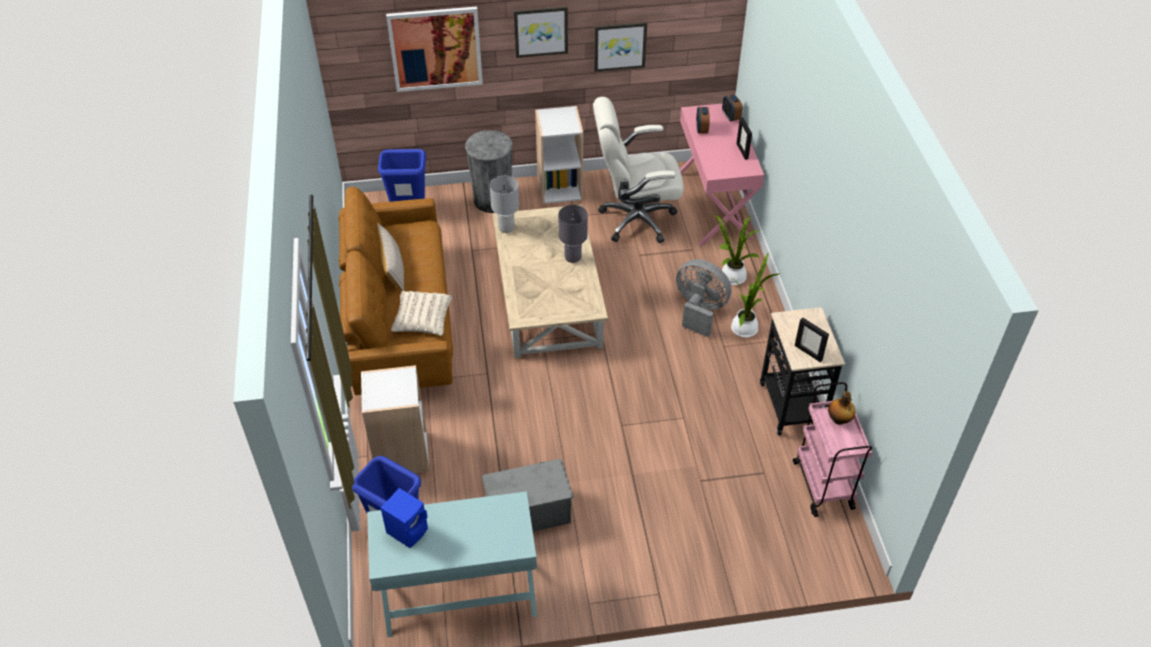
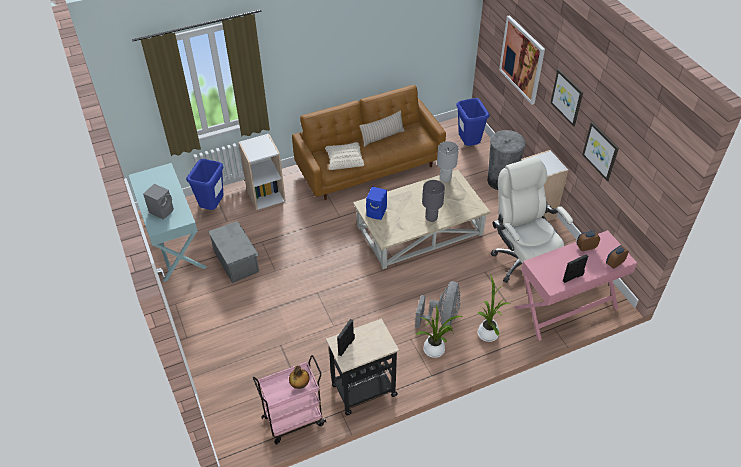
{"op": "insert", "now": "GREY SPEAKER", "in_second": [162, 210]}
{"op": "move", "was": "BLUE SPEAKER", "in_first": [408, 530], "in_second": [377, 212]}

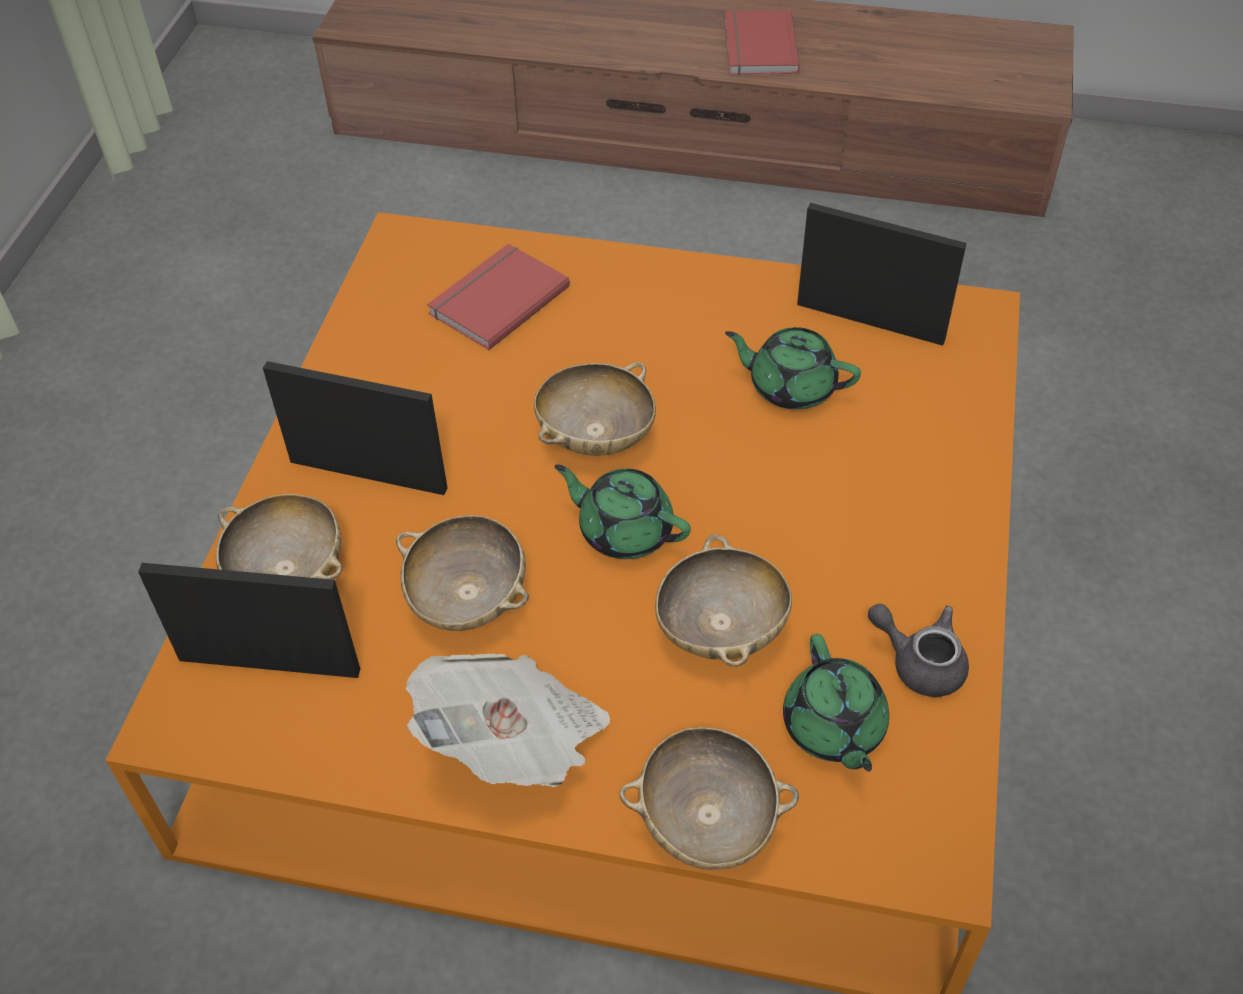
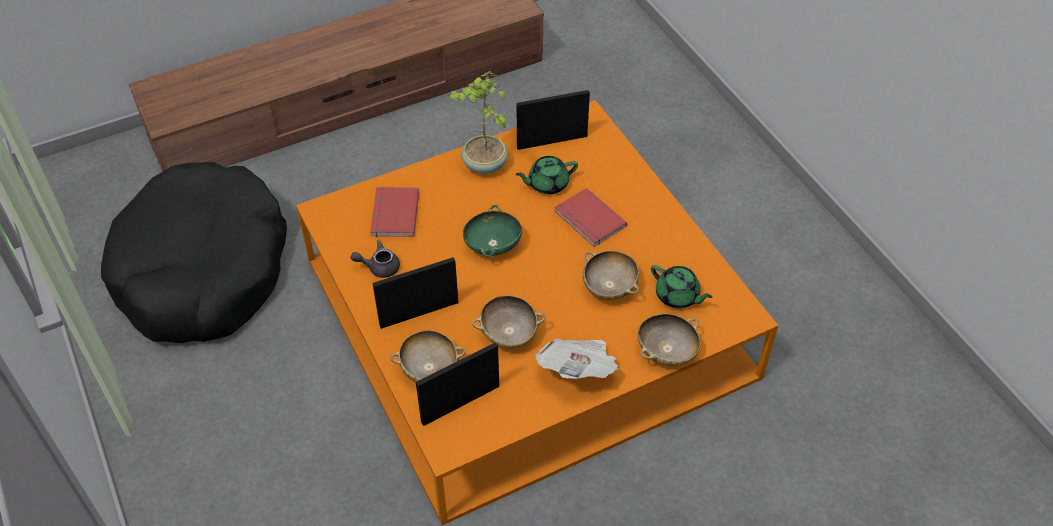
{"op": "delete", "was": "GREEN TEAPOT", "in_first": [624, 530]}
{"op": "insert", "now": "BLACK DOG BED", "in_second": [203, 270]}
{"op": "insert", "now": "POTTED PLANT", "in_second": [484, 165]}
{"op": "move", "was": "RED BOOK", "in_first": [757, 47], "in_second": [589, 220]}
{"op": "move", "was": "GREY TEAPOT", "in_first": [919, 662], "in_second": [379, 267]}
{"op": "recolor", "was": "BEIGE BOWL", "now": "GREEN BOWL", "in_first": [595, 435], "in_second": [492, 245]}

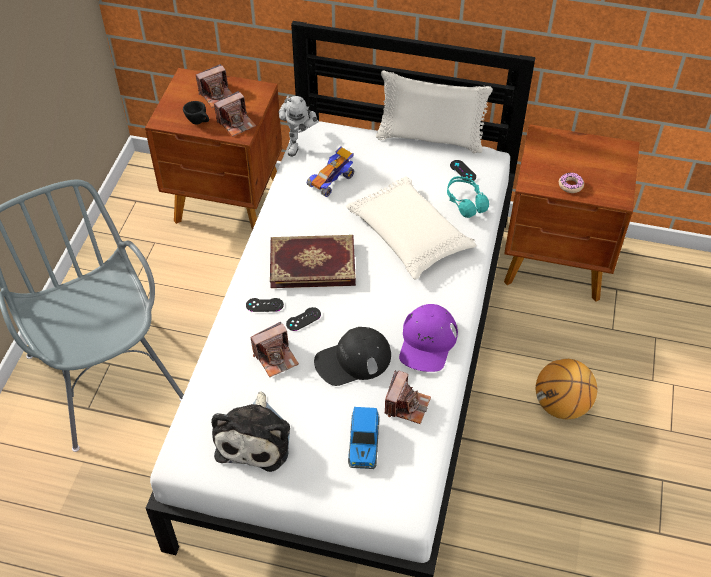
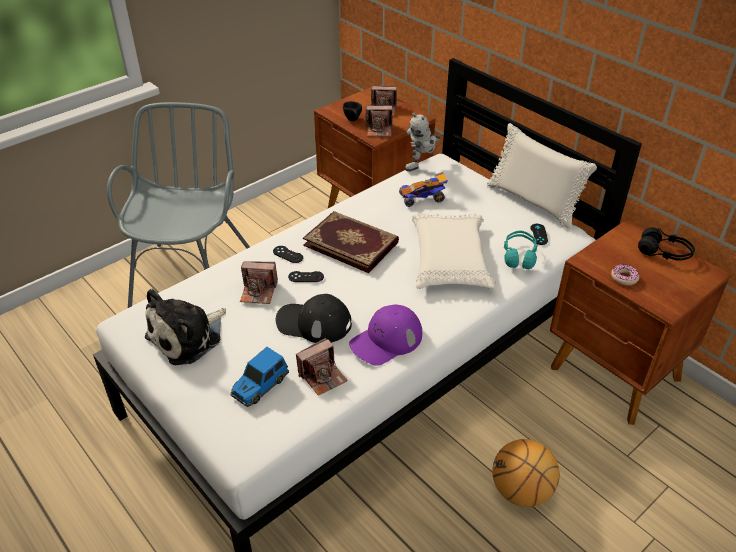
{"op": "insert", "now": "BLACK HEADPHONES", "in_second": [664, 253]}

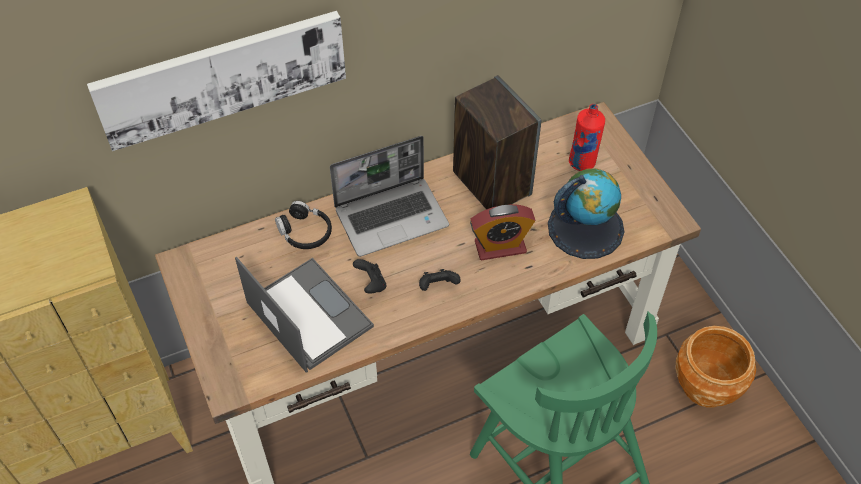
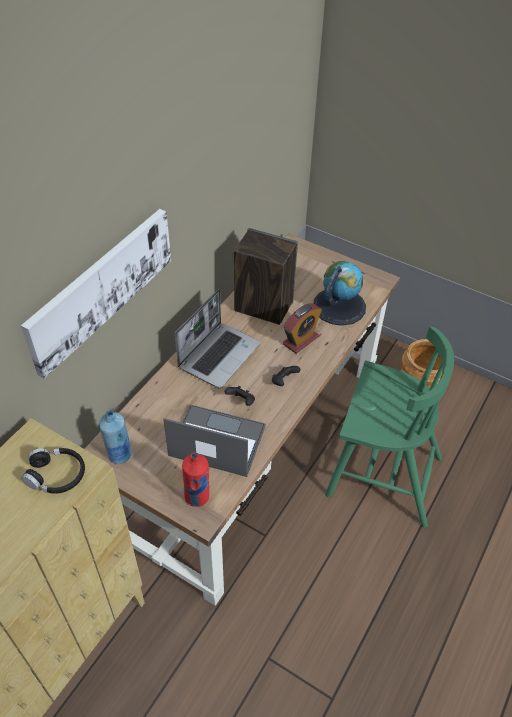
{"op": "insert", "now": "BLUE BOTTLE", "in_second": [119, 455]}
{"op": "move", "was": "BLACK HEADPHONES", "in_first": [305, 232], "in_second": [56, 475]}
{"op": "move", "was": "RED BOTTLE", "in_first": [582, 162], "in_second": [197, 497]}

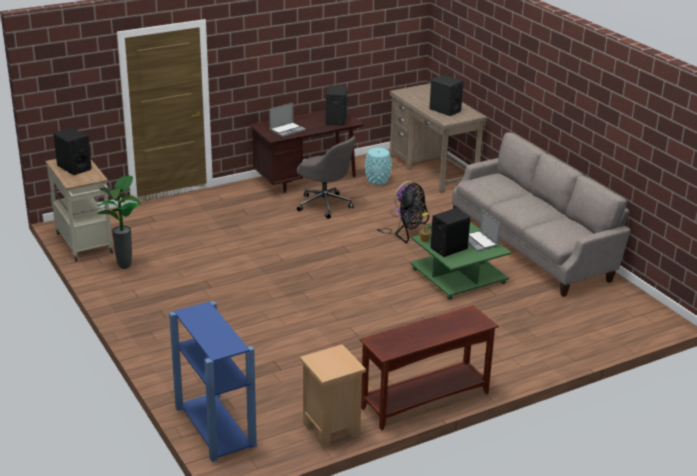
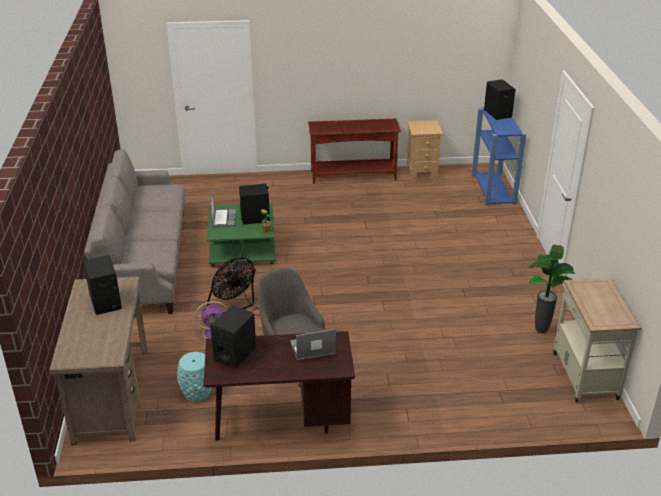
{"op": "move", "was": "BLACK SPEAKER", "in_first": [74, 167], "in_second": [497, 114]}

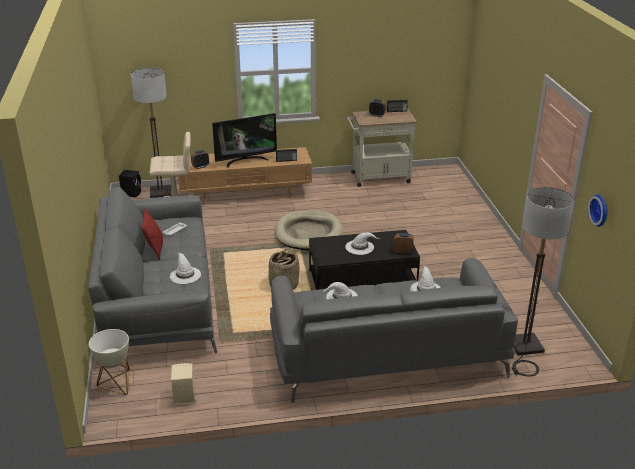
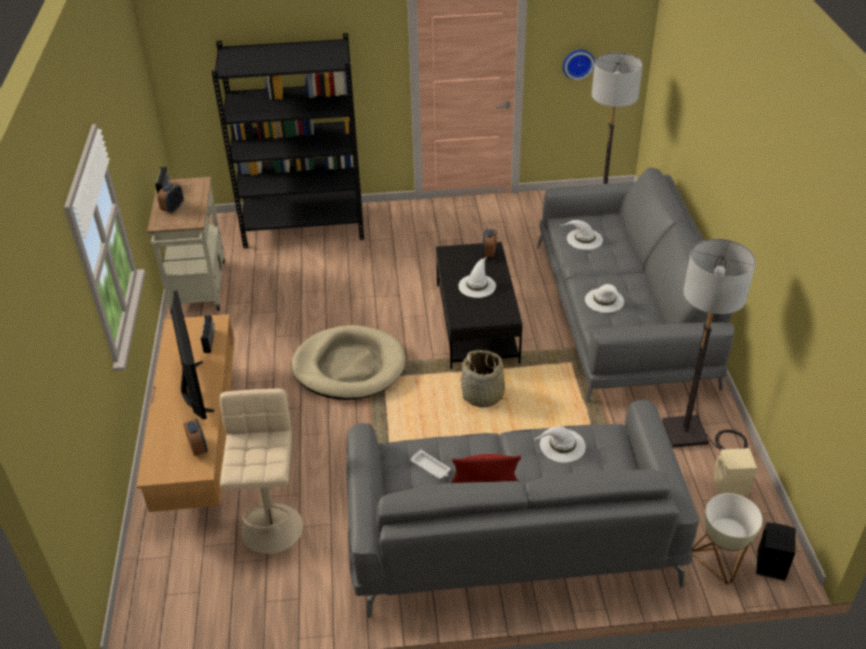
{"op": "insert", "now": "BLACK BOOKCASE", "in_second": [304, 225]}
{"op": "move", "was": "BLACK SPEAKER", "in_first": [132, 193], "in_second": [769, 564]}
{"op": "move", "was": "FLOOR LAMP", "in_first": [157, 196], "in_second": [698, 436]}

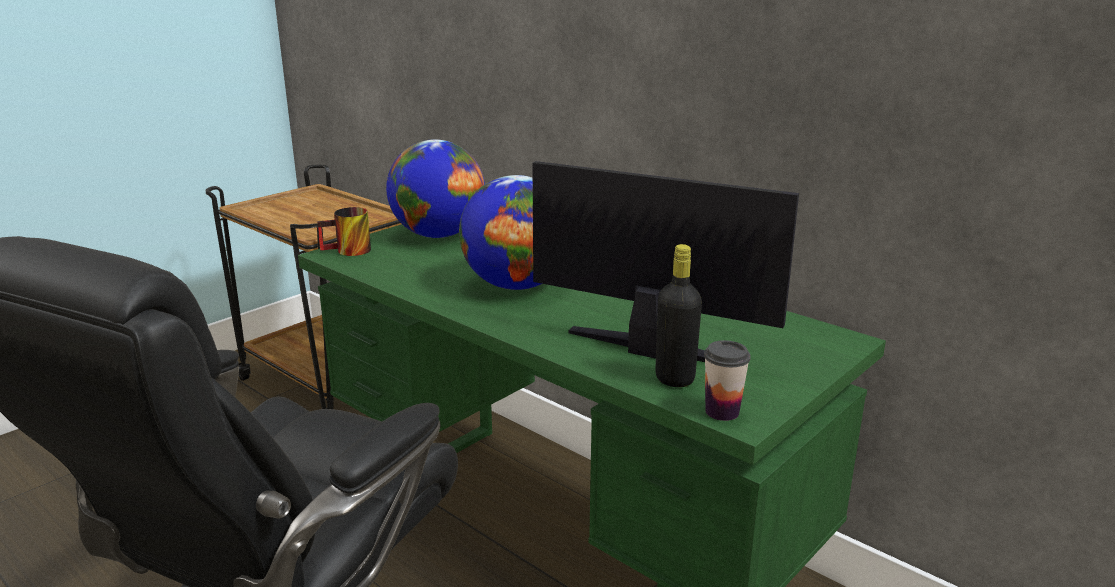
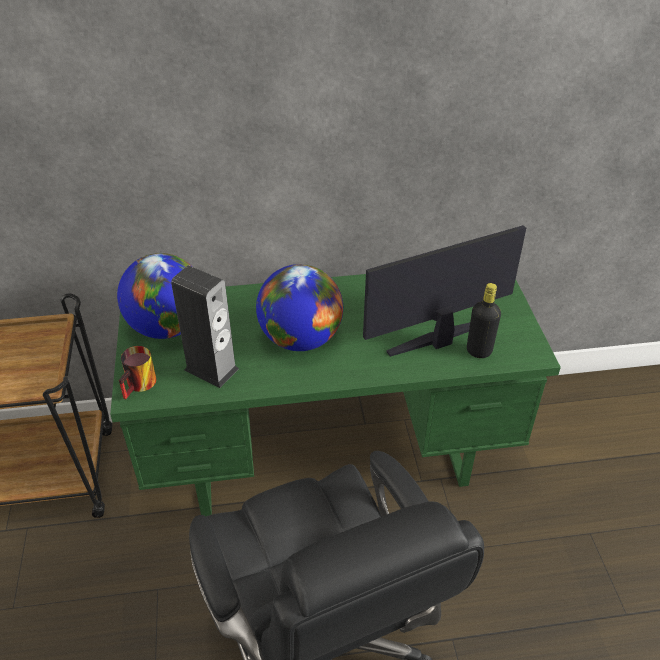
{"op": "delete", "was": "CUP", "in_first": [722, 412]}
{"op": "insert", "now": "SPEAKER", "in_second": [211, 369]}

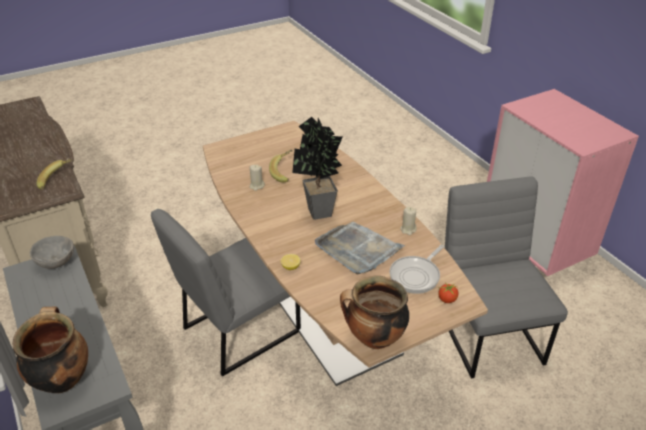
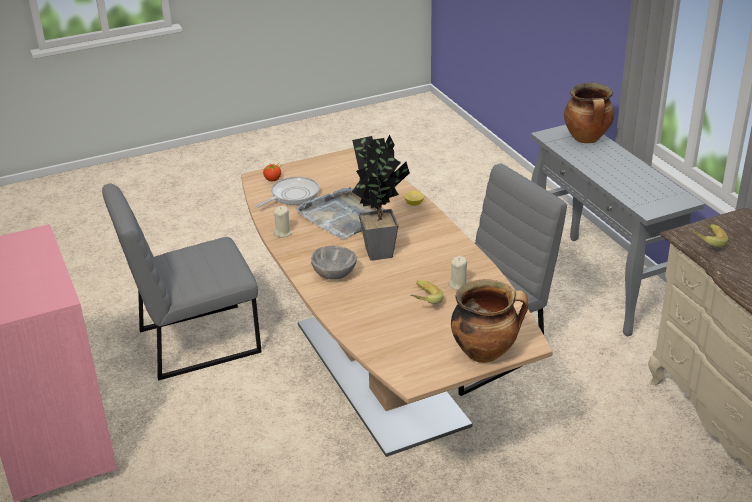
{"op": "move", "was": "GREY BOWL", "in_first": [57, 262], "in_second": [333, 275]}
{"op": "move", "was": "COOKING POT", "in_first": [374, 339], "in_second": [485, 352]}
{"op": "rotate", "was": "GREY CHAIR", "in_first": [488, 332], "in_second": [195, 341], "clockwise": 75}

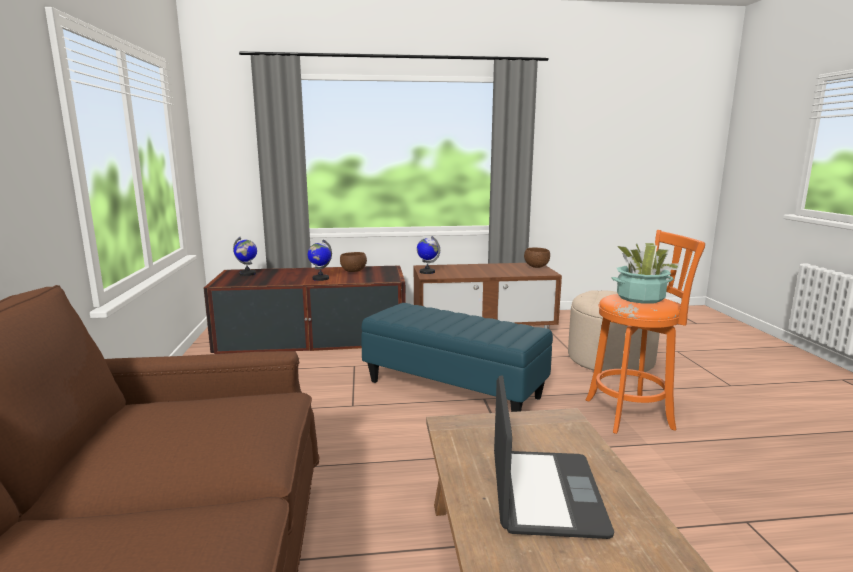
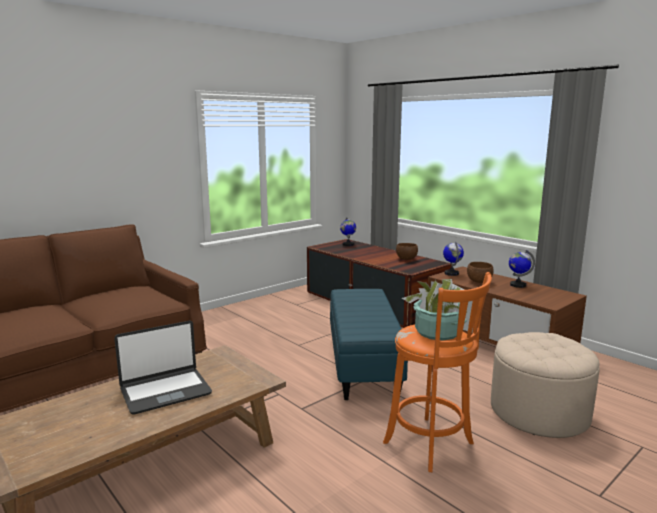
{"op": "move", "was": "GLOBE", "in_first": [320, 278], "in_second": [517, 285]}
{"op": "move", "was": "BROWN BOWL", "in_first": [536, 267], "in_second": [478, 281]}

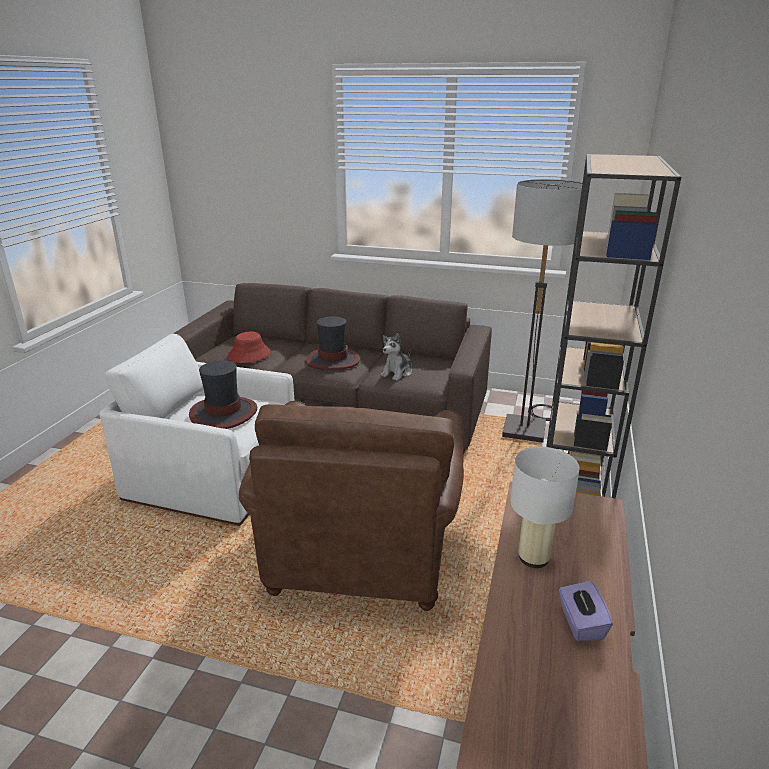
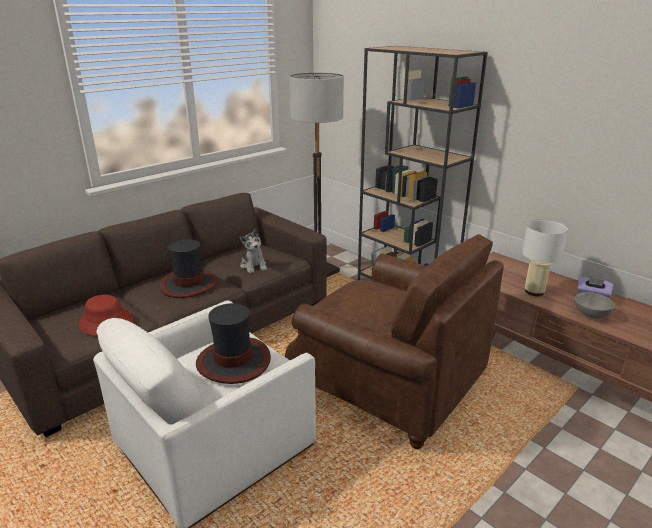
{"op": "insert", "now": "GREY BOWL", "in_second": [590, 315]}

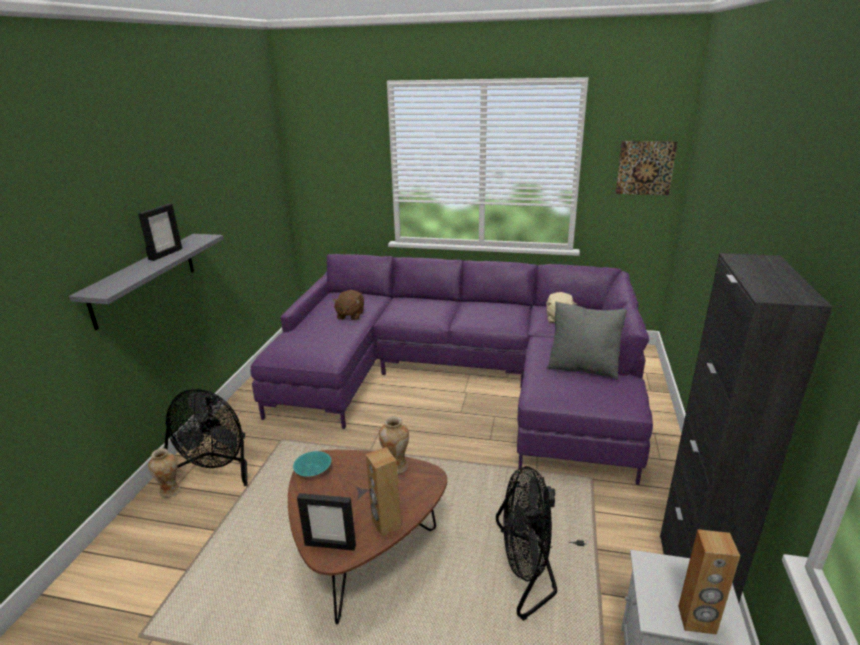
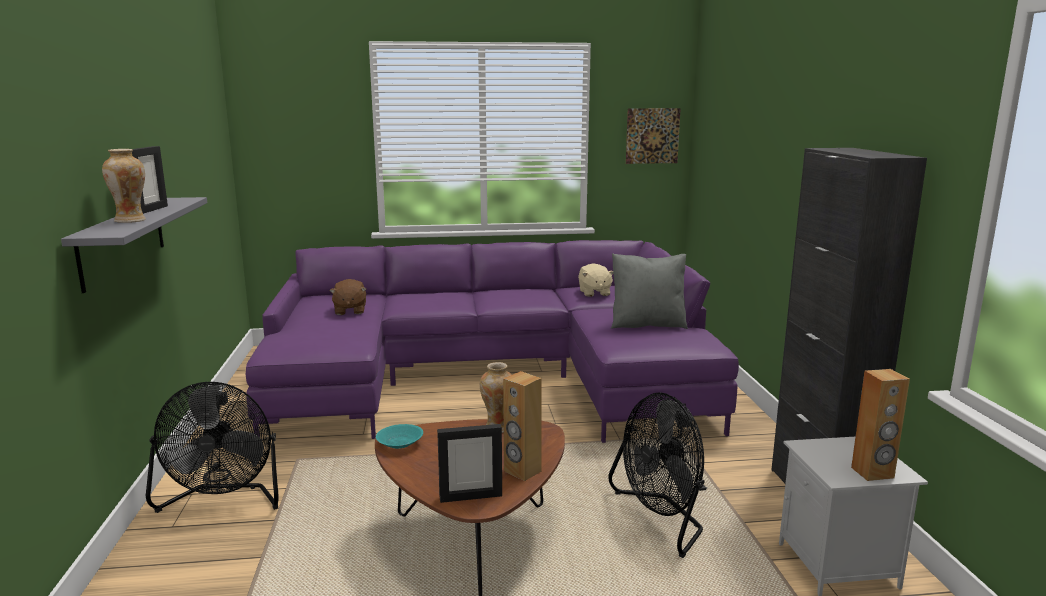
{"op": "move", "was": "VASE", "in_first": [170, 491], "in_second": [130, 220]}

